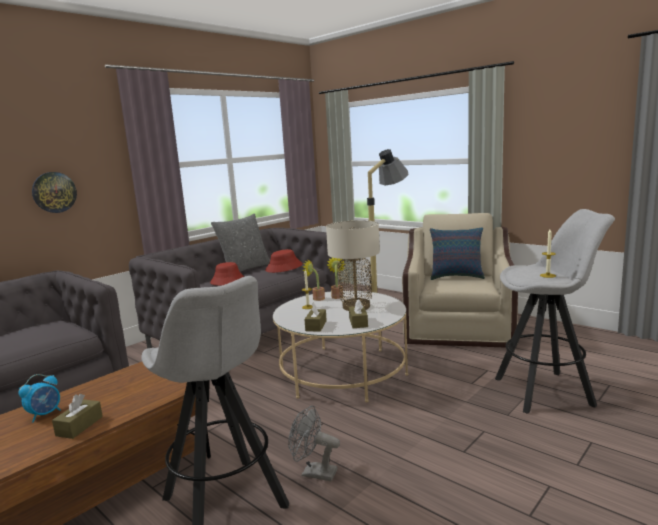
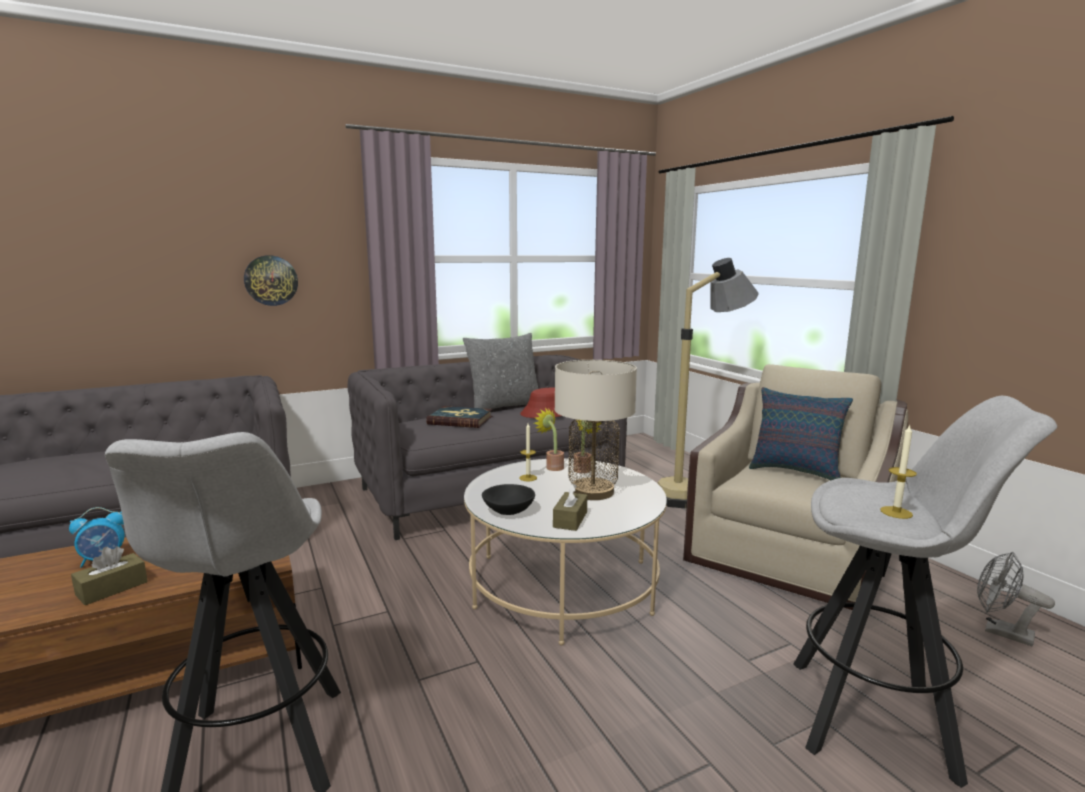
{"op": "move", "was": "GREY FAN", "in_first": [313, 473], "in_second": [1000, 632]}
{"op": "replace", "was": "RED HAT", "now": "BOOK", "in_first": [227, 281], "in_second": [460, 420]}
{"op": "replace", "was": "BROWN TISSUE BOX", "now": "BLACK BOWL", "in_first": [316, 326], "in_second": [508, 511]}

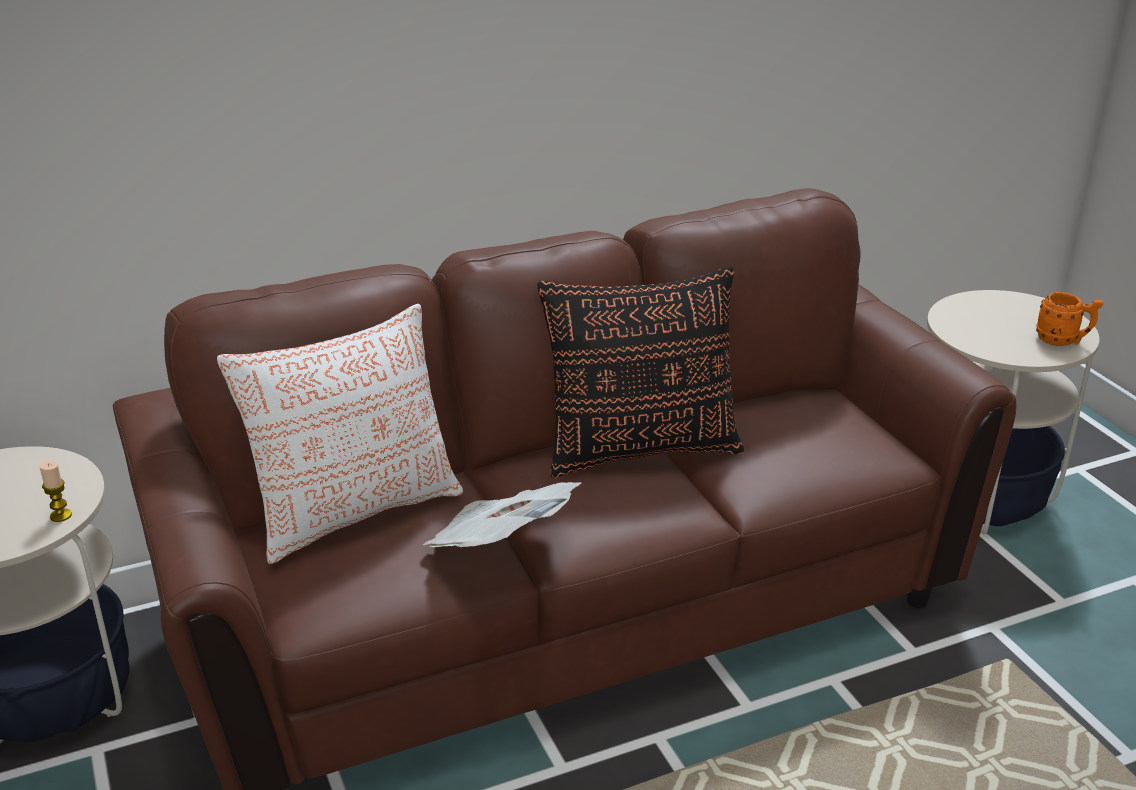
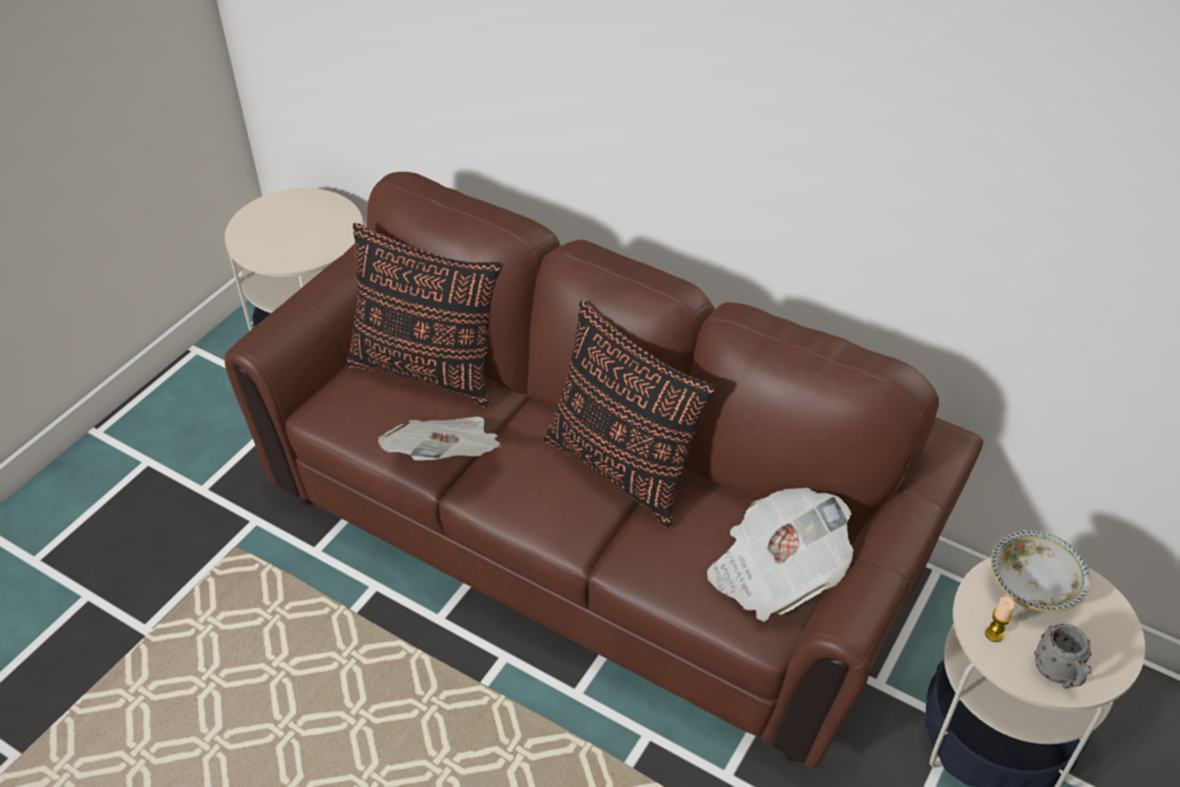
{"op": "insert", "now": "NEWSPAPER", "in_second": [775, 573]}
{"op": "insert", "now": "BOWL", "in_second": [1032, 588]}
{"op": "move", "was": "CANDLE", "in_first": [61, 515], "in_second": [994, 634]}
{"op": "recolor", "was": "WHITE PILLOW", "now": "BLACK PILLOW", "in_first": [356, 513], "in_second": [427, 372]}
{"op": "recolor", "was": "ORANGE MUG", "now": "GREY MUG", "in_first": [1063, 341], "in_second": [1058, 675]}

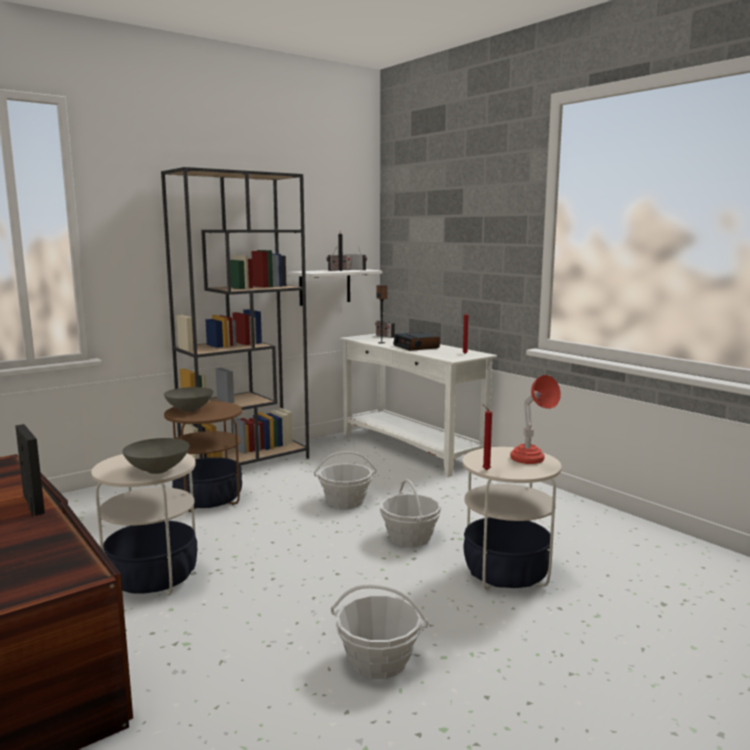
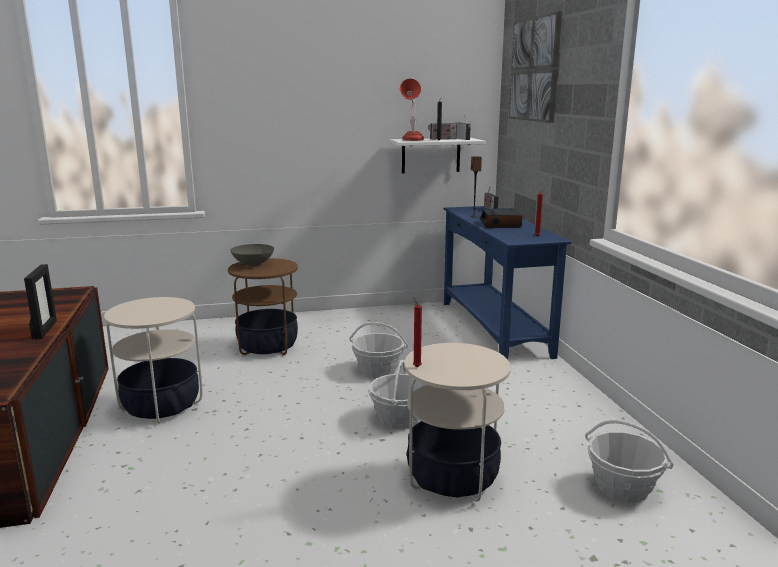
{"op": "delete", "was": "GREY BOWL", "in_first": [158, 470]}
{"op": "delete", "was": "BOOKCASE", "in_first": [246, 463]}
{"op": "insert", "now": "PICTURE", "in_second": [535, 69]}
{"op": "move", "was": "BASKET", "in_first": [378, 661], "in_second": [623, 487]}
{"op": "move", "was": "RED TABLE LAMP", "in_first": [531, 462], "in_second": [412, 140]}
{"op": "recolor", "was": "WHITE CONSOLE TABLE", "now": "BLUE CONSOLE TABLE", "in_first": [412, 449], "in_second": [494, 328]}

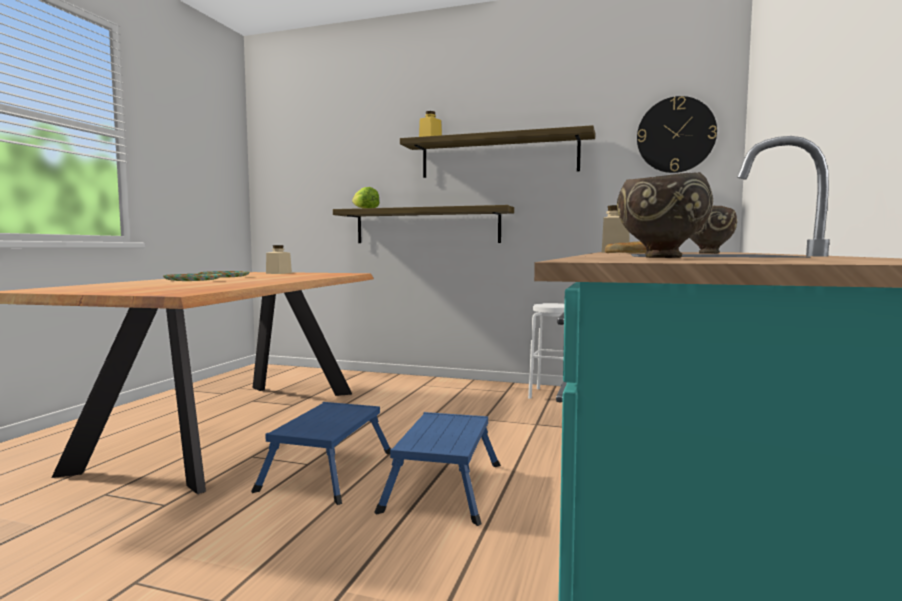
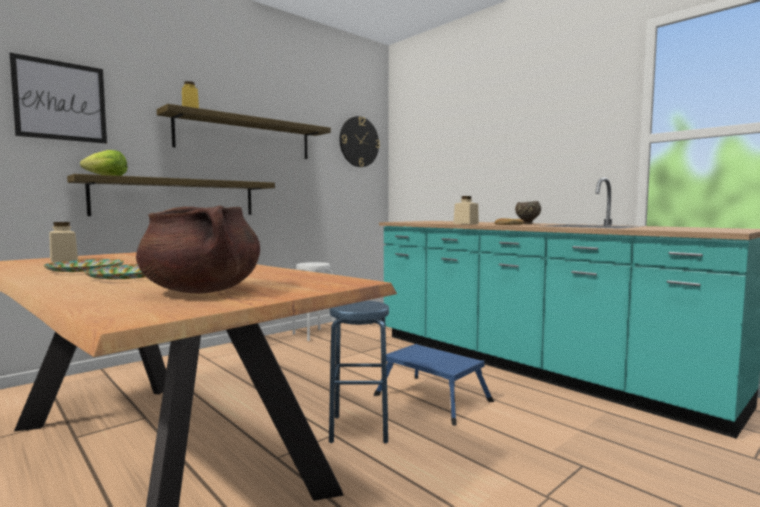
{"op": "delete", "was": "BROWN BOWL", "in_first": [660, 257]}
{"op": "insert", "now": "PICTURE", "in_second": [60, 101]}
{"op": "insert", "now": "BROWN COOKING POT", "in_second": [203, 291]}
{"op": "replace", "was": "BLUE STEP LADDER", "now": "BLUE STOOL", "in_first": [327, 471], "in_second": [360, 429]}

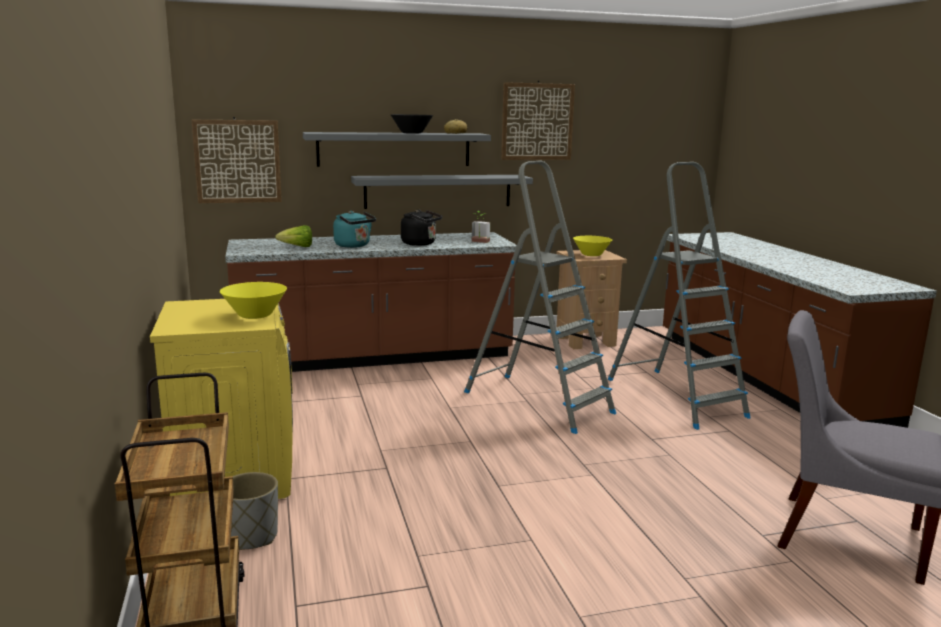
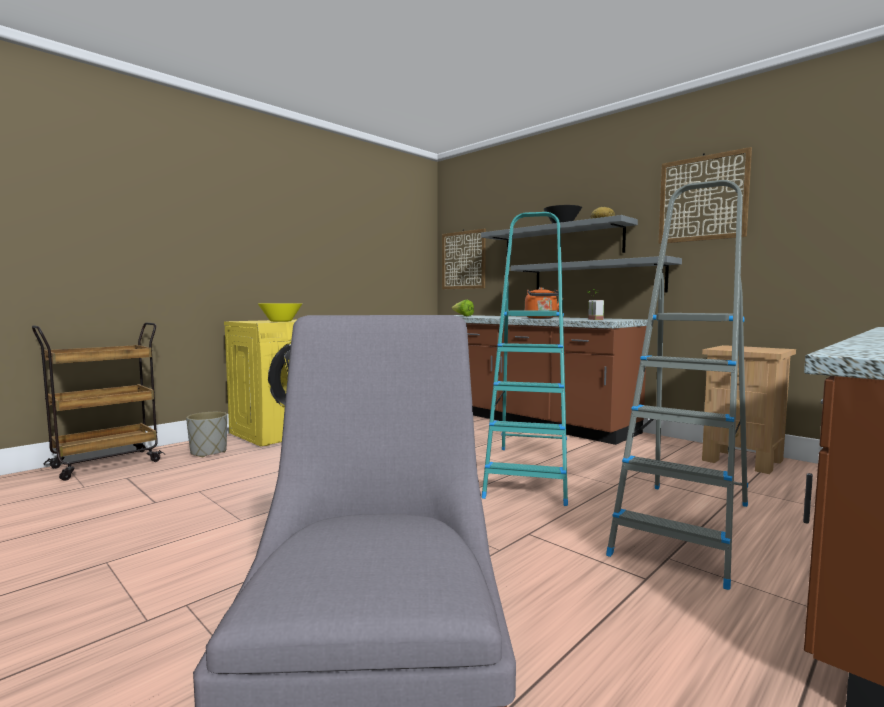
{"op": "delete", "was": "TURQUOISE KETTLE", "in_first": [354, 246]}
{"op": "delete", "was": "YELLOW BOWL", "in_first": [591, 255]}
{"op": "recolor", "was": "BLACK KETTLE", "now": "ORANGE KETTLE", "in_first": [421, 244], "in_second": [541, 318]}
{"op": "recolor", "was": "GREY STEP LADDER", "now": "TURQUOISE STEP LADDER", "in_first": [538, 402], "in_second": [529, 473]}

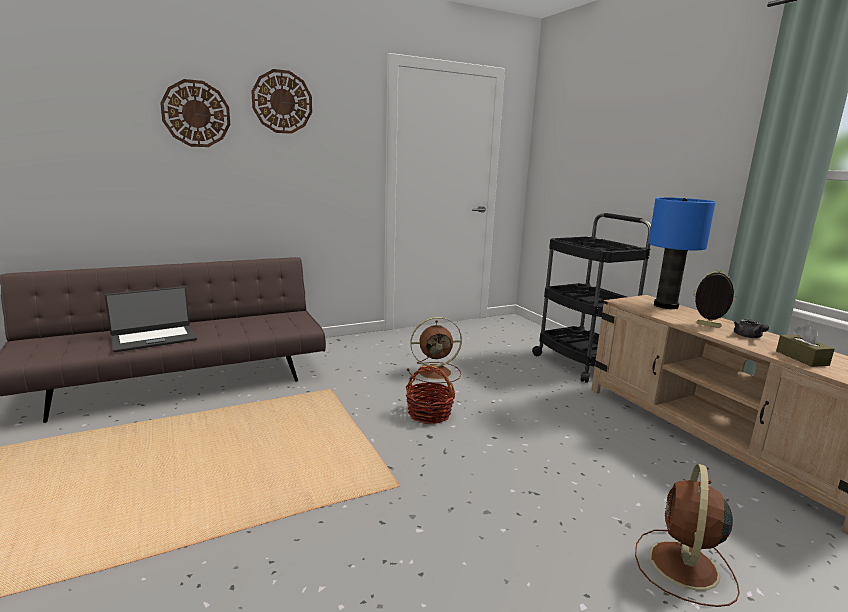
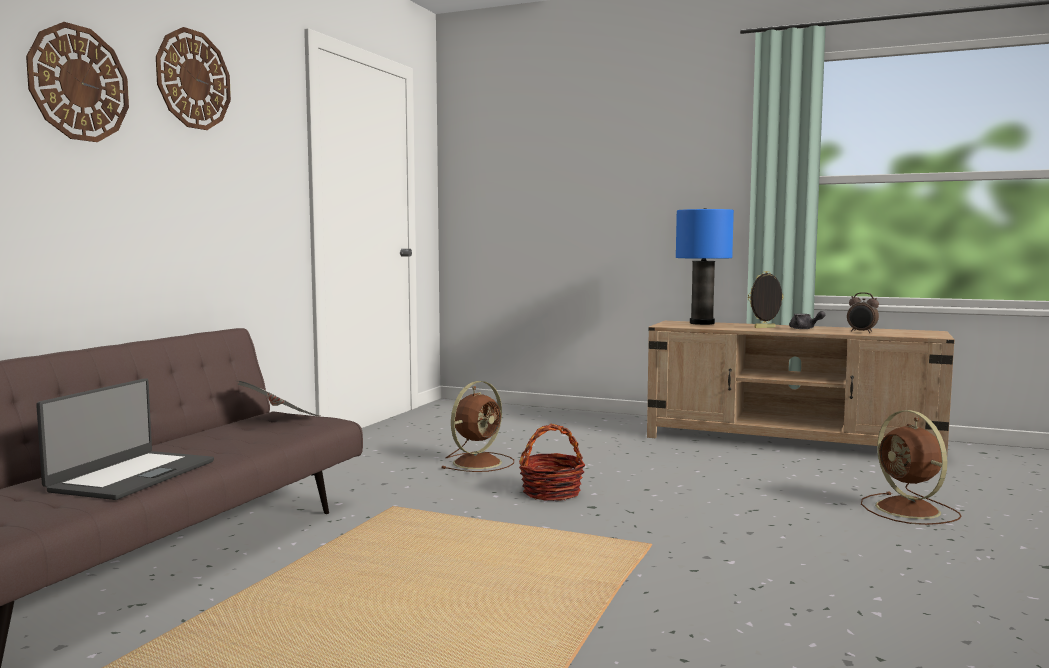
{"op": "delete", "was": "BLACK CART", "in_first": [581, 363]}
{"op": "insert", "now": "NEWSPAPER", "in_second": [279, 420]}
{"op": "replace", "was": "BROWN TISSUE BOX", "now": "ALARM CLOCK", "in_first": [802, 358], "in_second": [861, 332]}

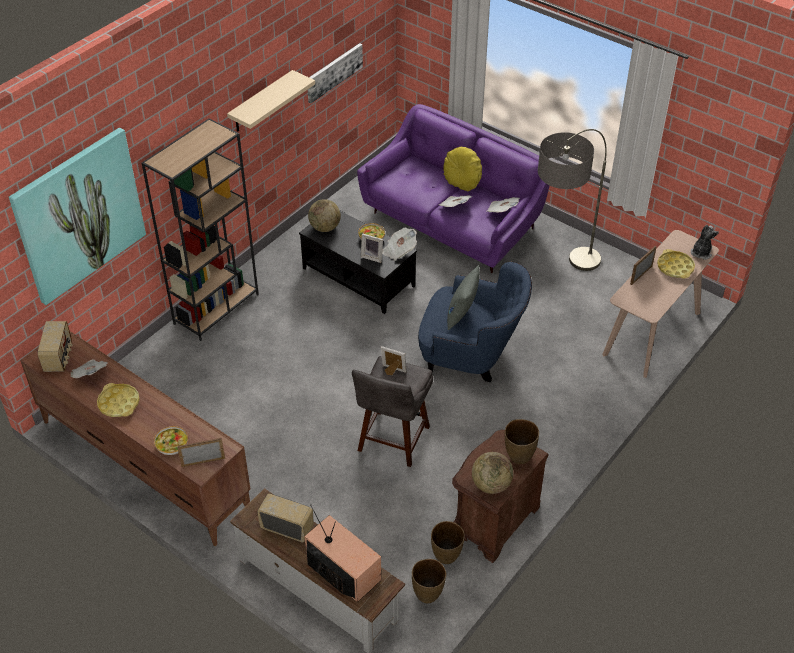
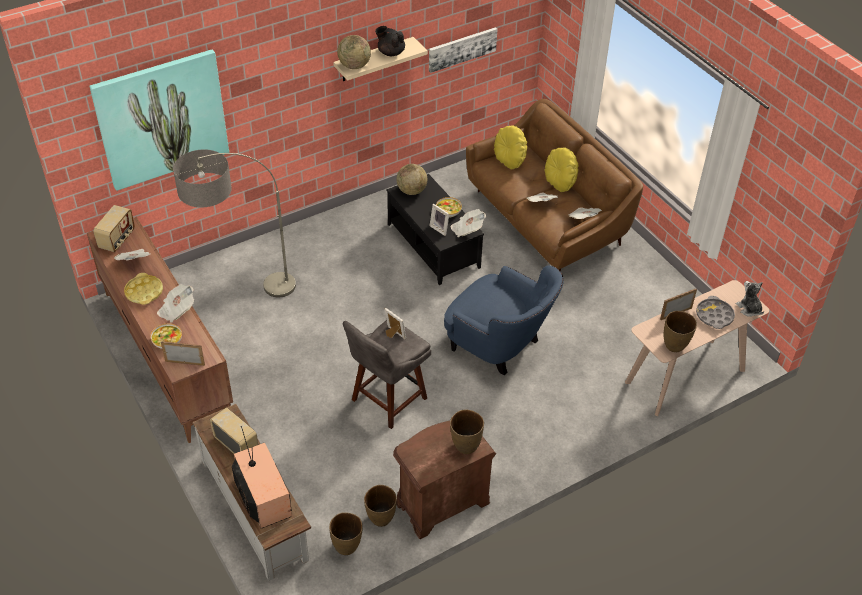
{"op": "delete", "was": "BOOKCASE", "in_first": [216, 308]}
{"op": "delete", "was": "GREY PILLOW", "in_first": [462, 314]}
{"op": "insert", "now": "NEWSPAPER", "in_second": [177, 310]}
{"op": "insert", "now": "BLACK TEAPOT", "in_second": [390, 52]}
{"op": "insert", "now": "YELLOW PILLOW", "in_second": [509, 161]}
{"op": "insert", "now": "BROWN VASE", "in_second": [675, 346]}
{"op": "move", "was": "GLOBE", "in_first": [491, 485], "in_second": [354, 66]}
{"op": "move", "was": "FLOOR LAMP", "in_first": [560, 279], "in_second": [242, 297]}
{"op": "recolor", "was": "PURPLE SOFA", "now": "BROWN SOFA", "in_first": [453, 223], "in_second": [547, 220]}
{"op": "recolor", "was": "YELLOW TRAY", "now": "GREY TRAY", "in_first": [675, 267], "in_second": [714, 315]}
{"op": "rotate", "was": "PLUSH TOY", "in_first": [701, 253], "in_second": [749, 309], "clockwise": -75}

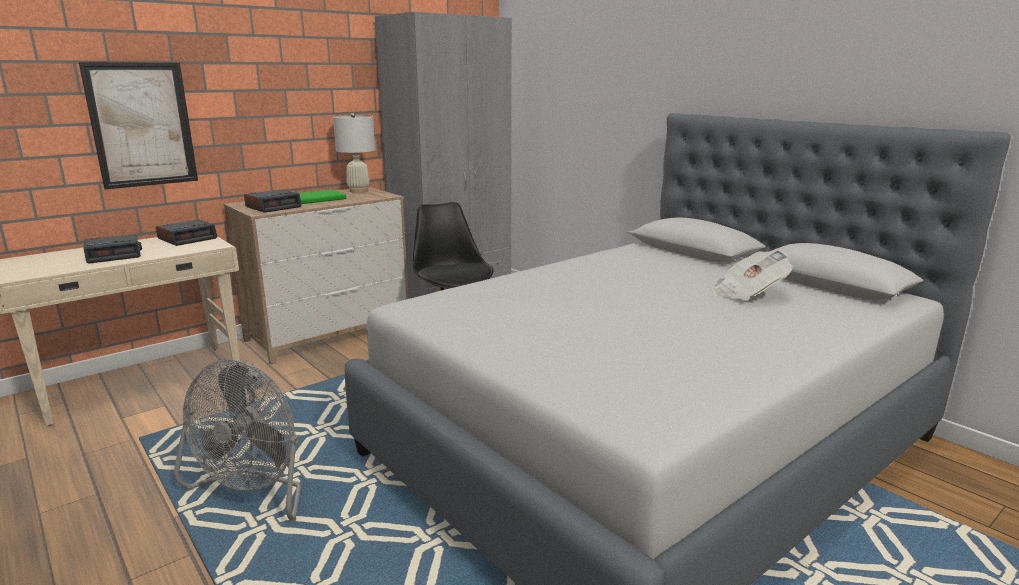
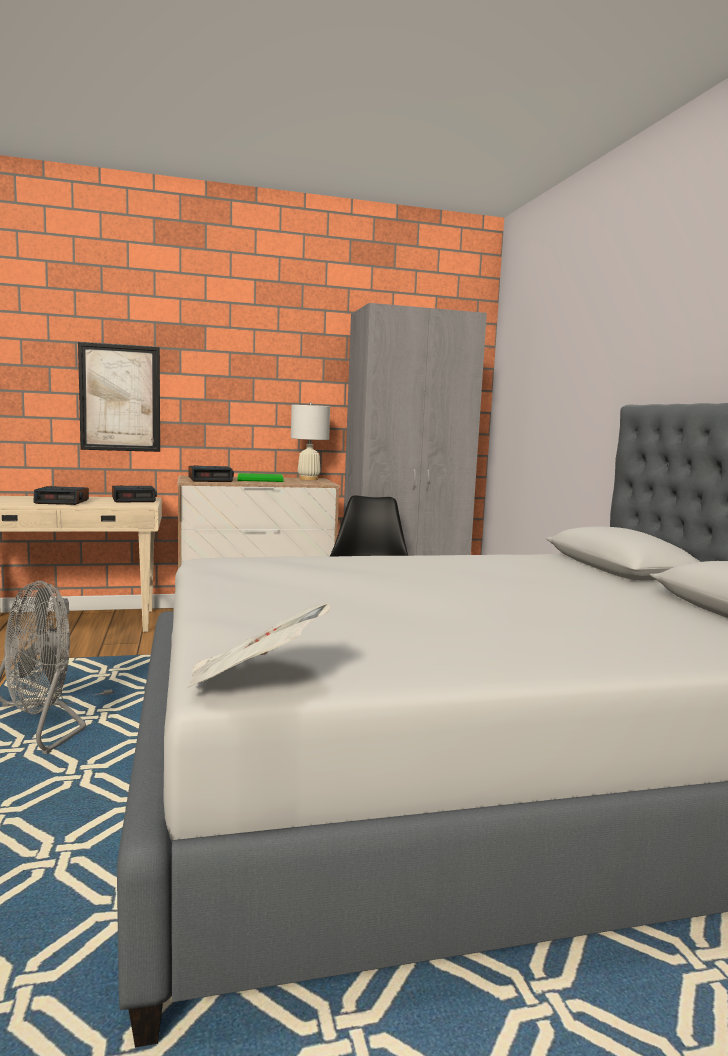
{"op": "move", "was": "NEWSPAPER", "in_first": [747, 293], "in_second": [253, 681]}

